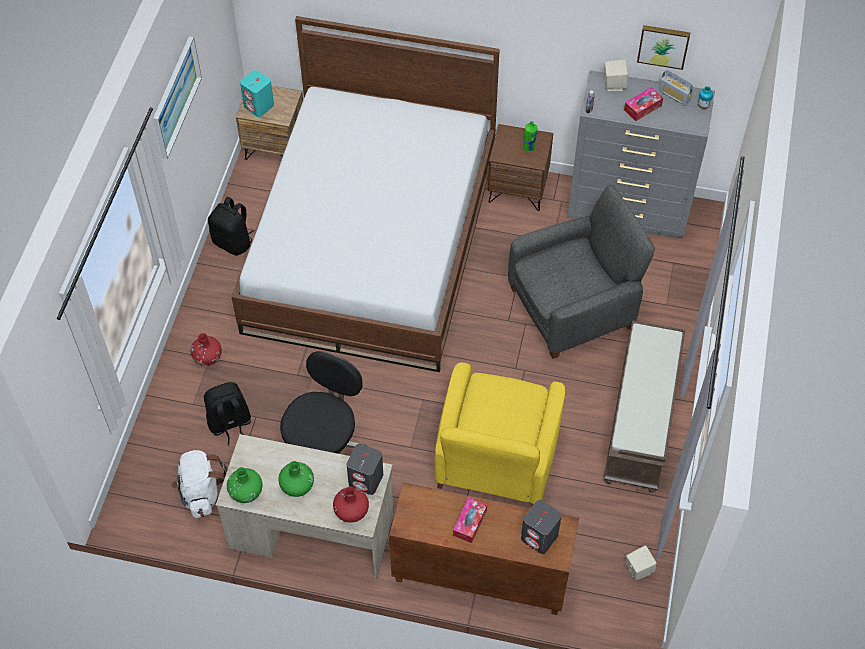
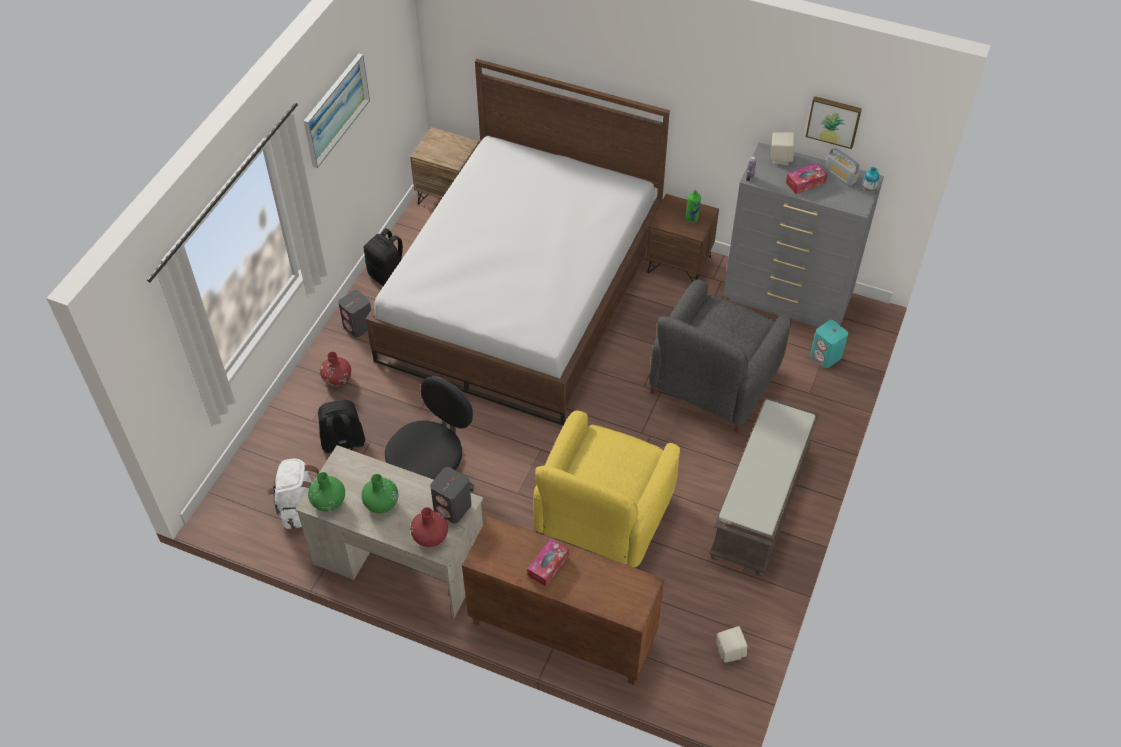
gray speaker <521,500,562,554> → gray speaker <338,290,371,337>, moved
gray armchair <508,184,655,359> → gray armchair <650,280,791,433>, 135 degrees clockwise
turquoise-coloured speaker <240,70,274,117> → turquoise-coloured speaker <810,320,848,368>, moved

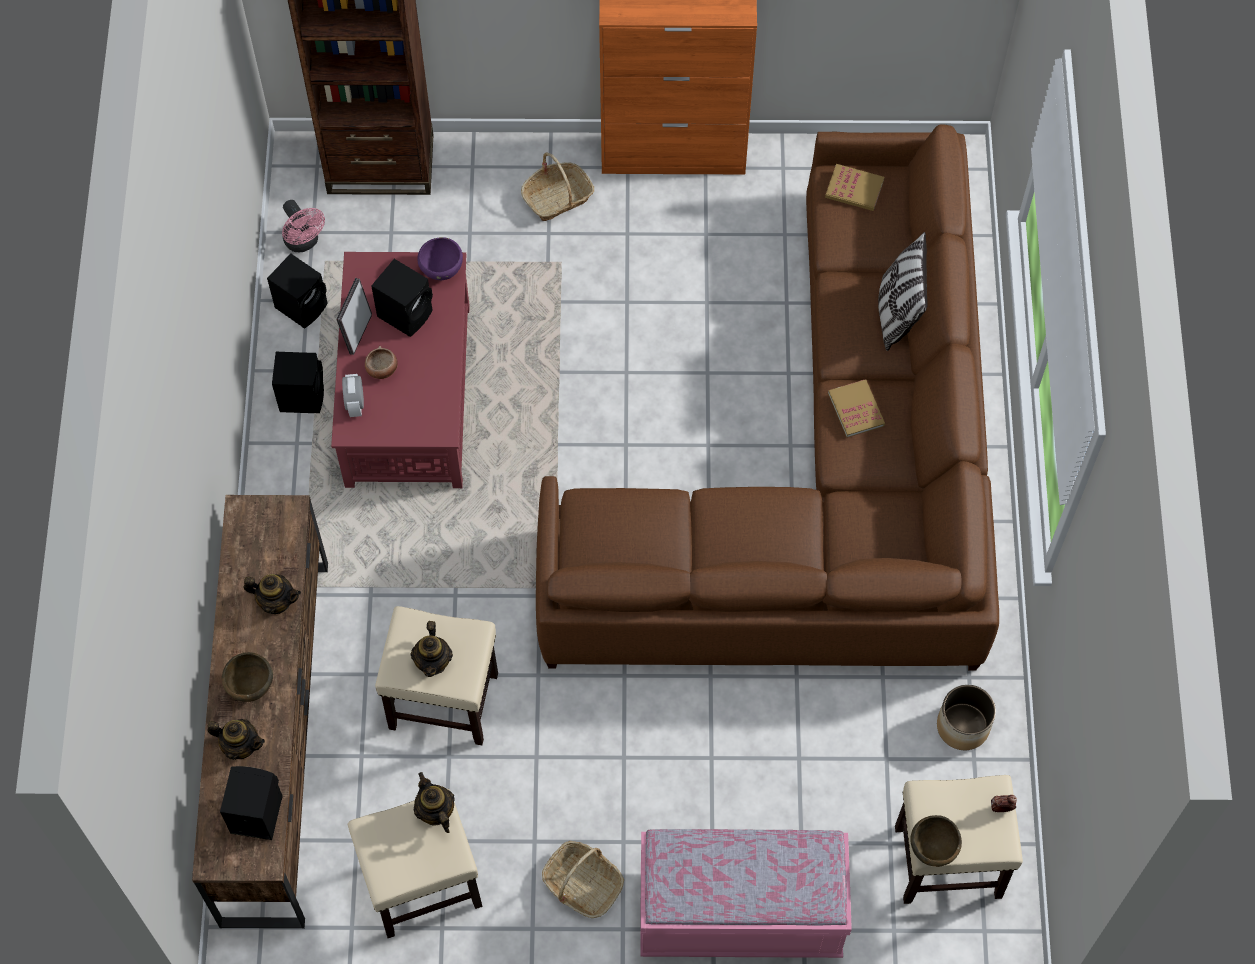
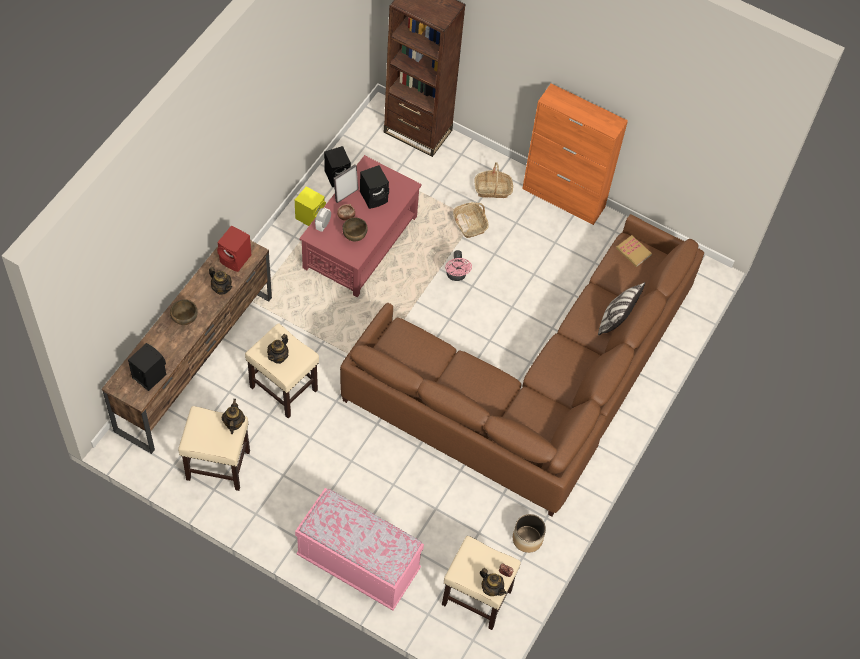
- → red-coloured speaker <217,225,251,272>
black speaker <272,352,324,413> → yellow speaker <295,186,326,226>
brown bowl <910,815,962,867> → brown bowl <342,218,368,241>, moved
pinkish electric fan <282,200,325,252> → pinkish electric fan <445,250,472,281>, moved
storage basket <542,841,624,918> → storage basket <453,202,489,238>, moved
pot for tea <208,719,265,760> → pot for tea <480,568,507,596>, moved
purple-coloured bowl <417,237,463,280> → -
bound book <828,380,885,438> → -

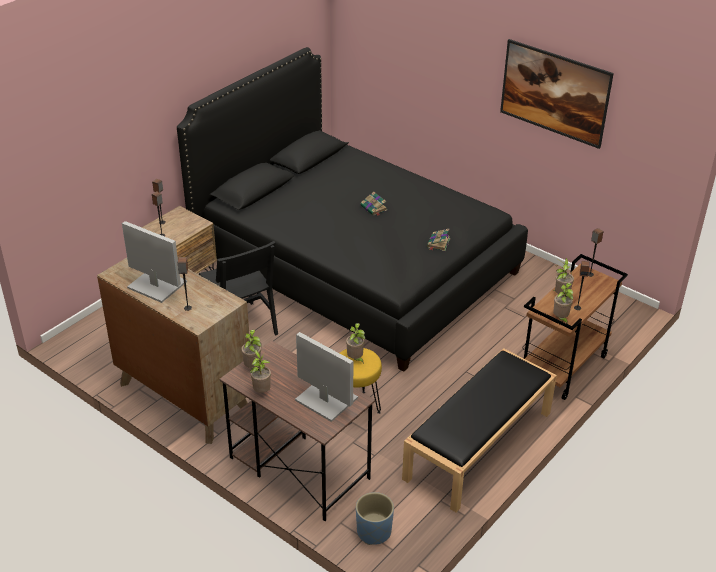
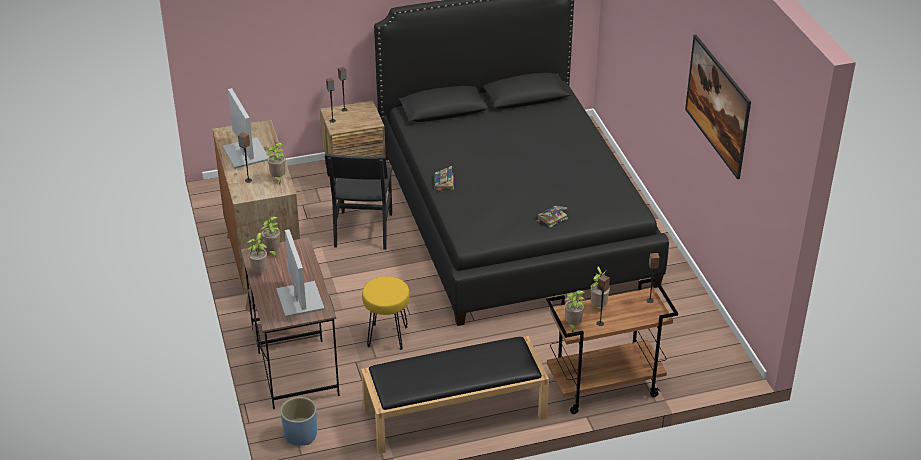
potted plant <346,323,365,364> → potted plant <267,143,286,185>, moved
bound book <360,191,387,216> → bound book <434,166,455,191>, moved

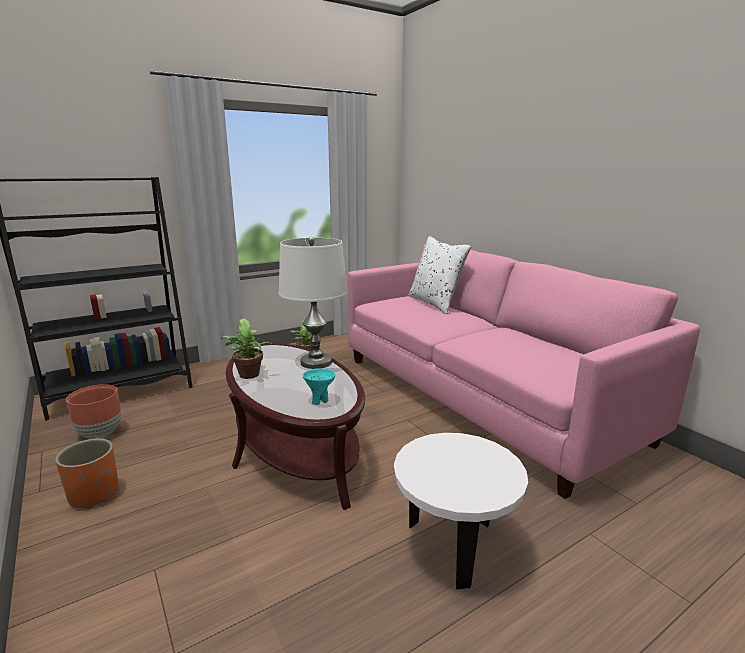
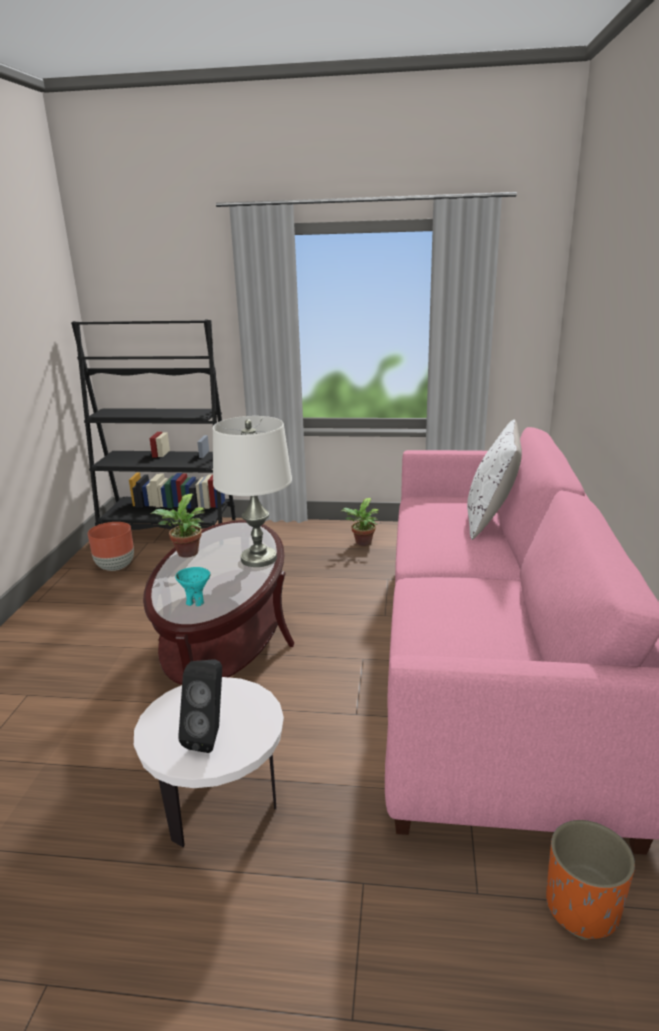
- → black speaker <178,659,222,753>
orangey flower pot <55,438,119,509> → orangey flower pot <546,820,635,940>, moved

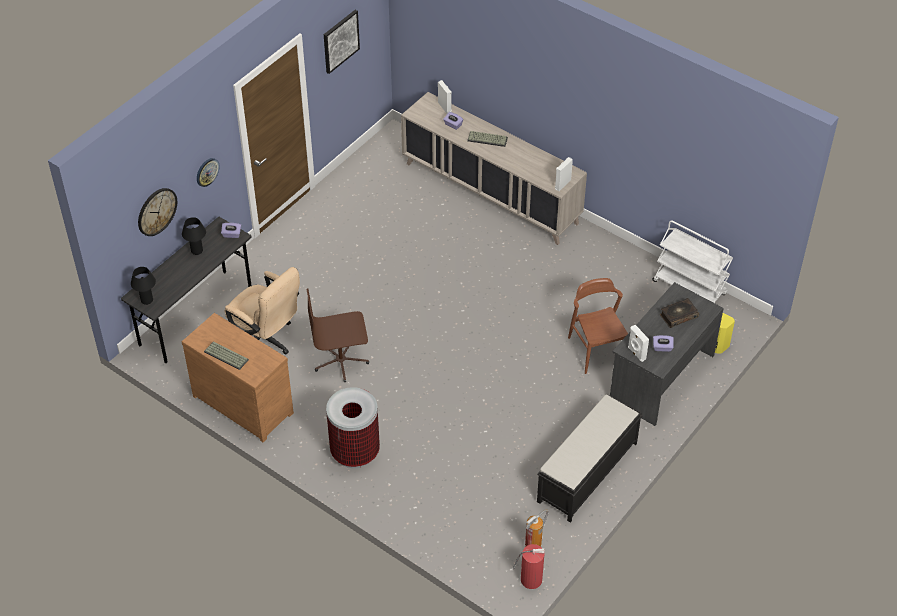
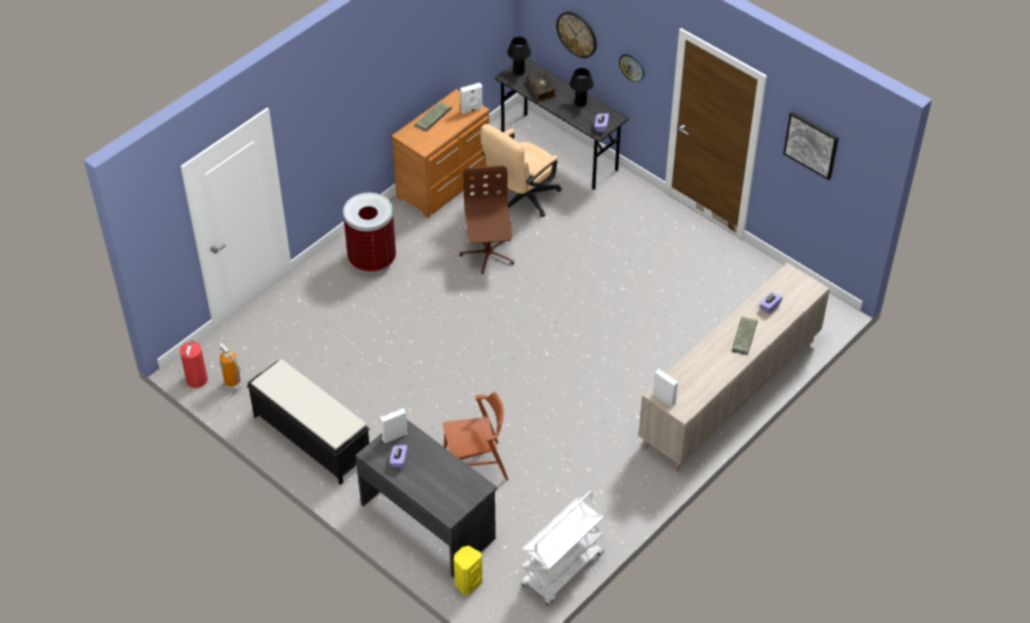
white-coloured speaker <438,80,452,114> → white-coloured speaker <460,83,483,114>, moved
bound book <660,298,699,328> → bound book <527,70,557,101>, moved

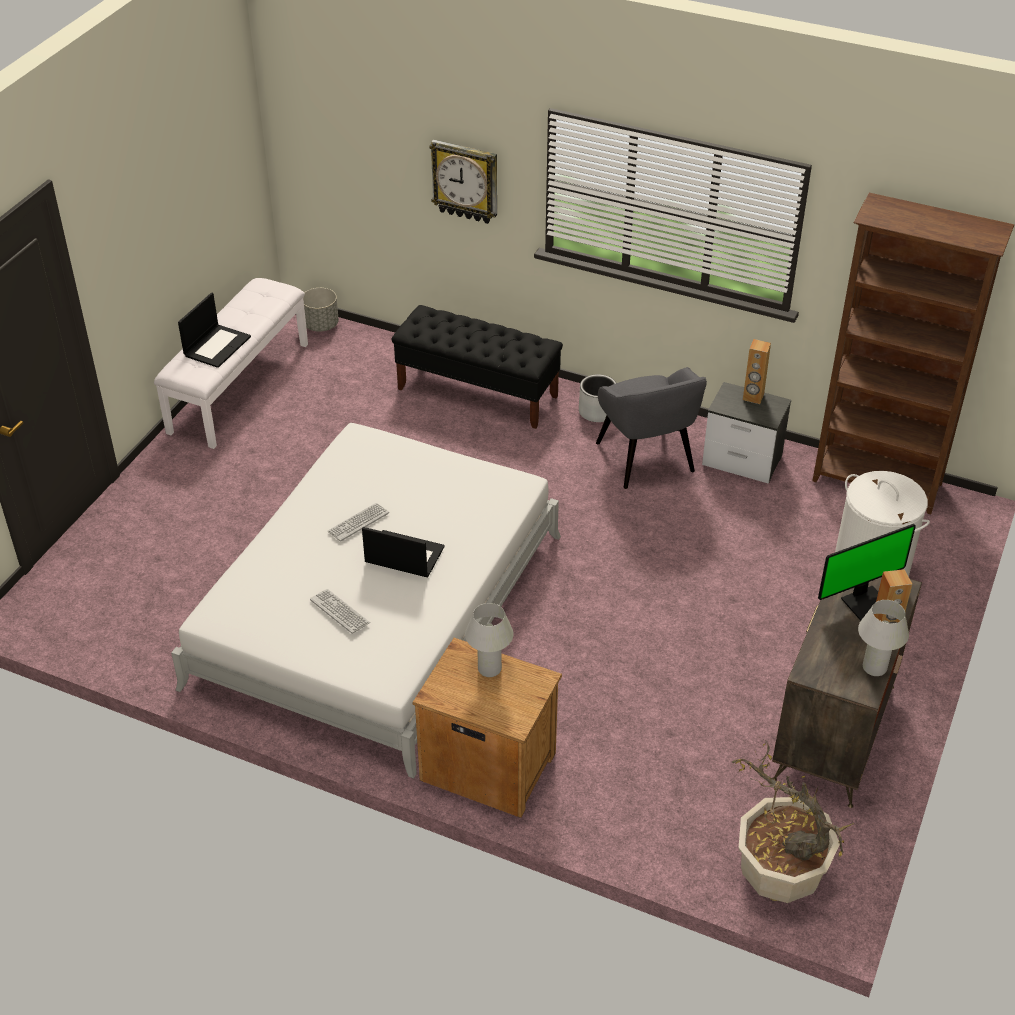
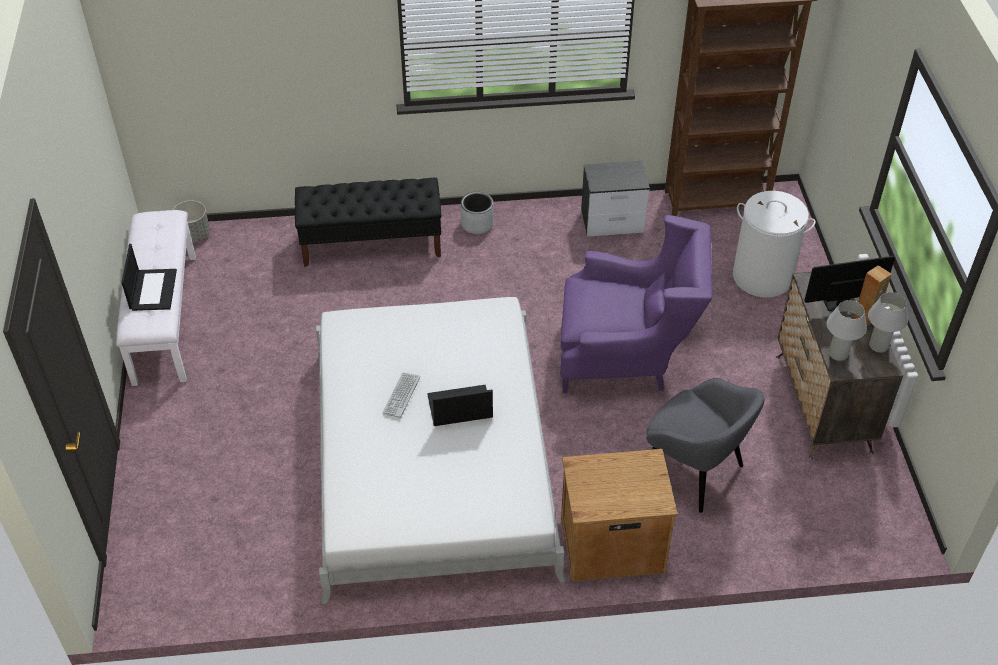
- → purple-coloured armchair <560,215,712,393>
gray armchair <596,367,707,489> → gray armchair <646,378,765,513>, moved
computer screen <818,524,916,621> → computer screen <804,256,895,311>, 135 degrees counterclockwise
white-coloured tabletop lamp <465,603,514,677> → white-coloured tabletop lamp <827,300,867,361>, moved
keyboard <310,589,370,634> → -
wall clock <429,139,497,224> → -
potted plant <732,737,854,903> → -
brown speaker <743,339,771,404> → -

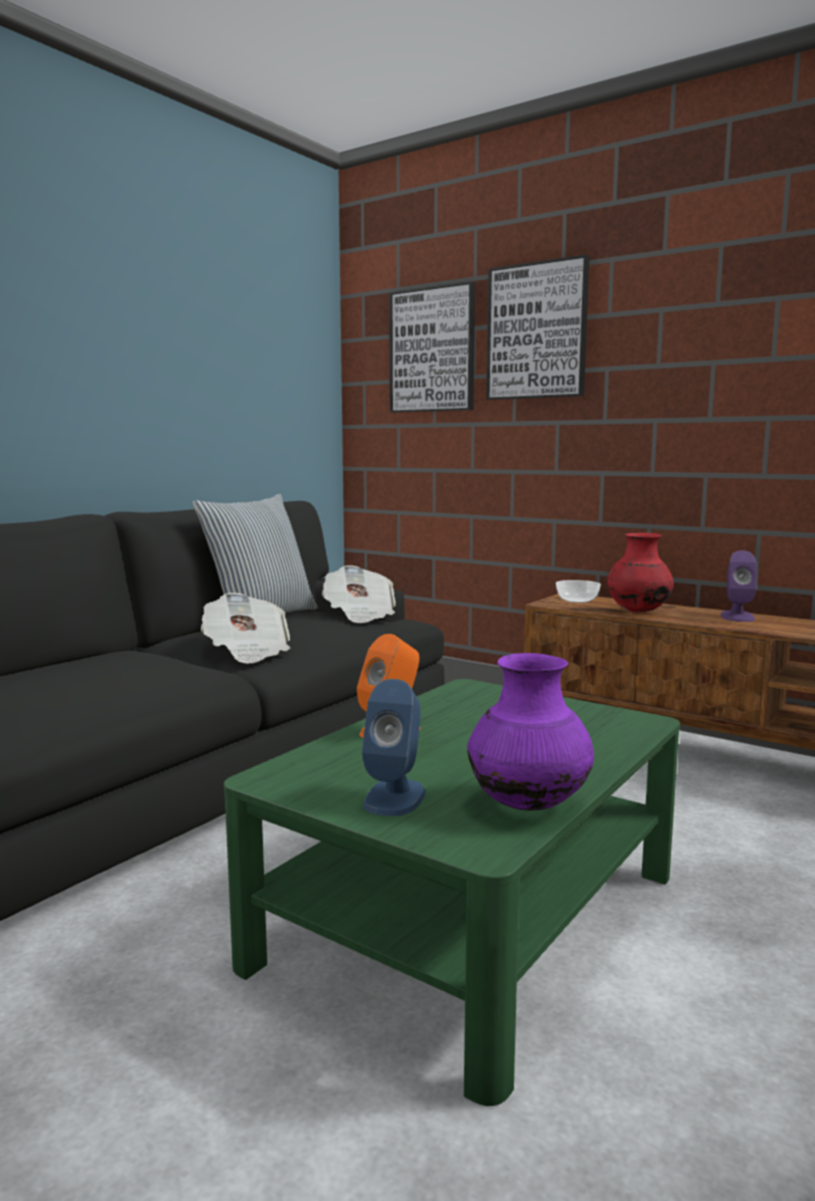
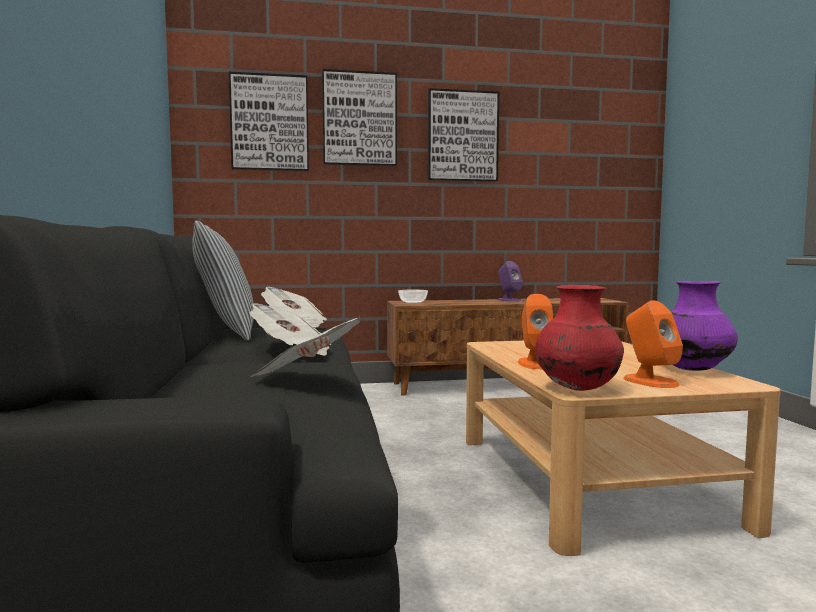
- → daily paper <251,317,360,377>
- → wall art <428,88,499,182>
greenish coffee table <224,679,680,1106> → sand-coloured coffee table <466,341,781,556>
red-coloured flower vase <607,533,673,612> → red-coloured flower vase <535,285,624,391>, moved
bluish speaker <362,679,425,816> → orangey speaker <623,300,683,388>

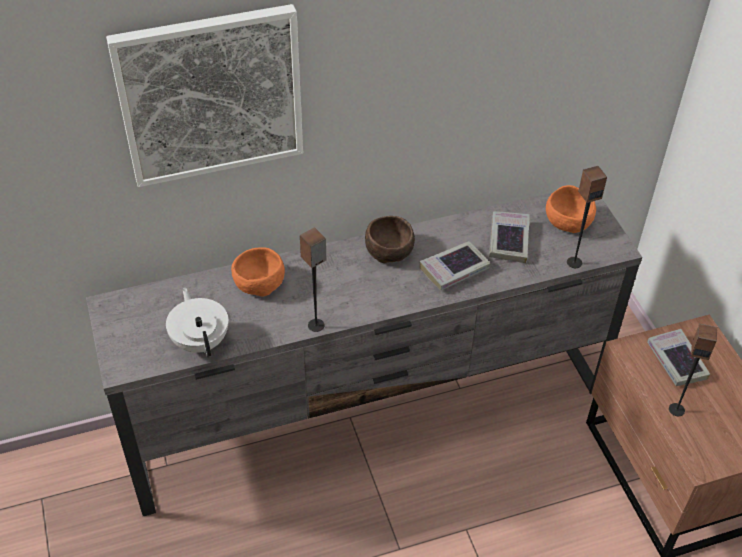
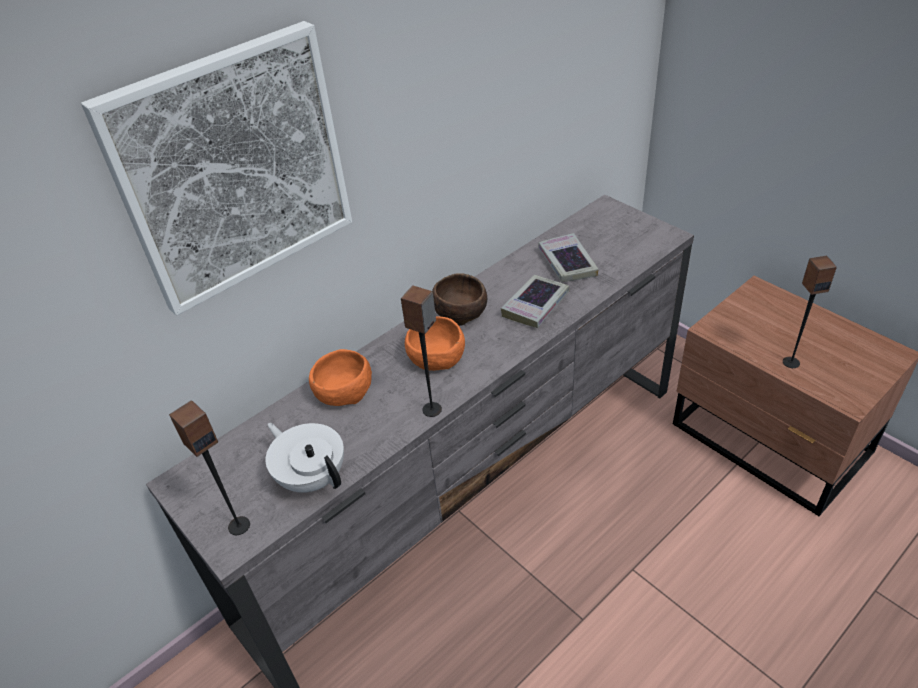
speaker <567,166,607,268> → speaker <169,400,250,535>, moved
orangey bowl <546,185,596,233> → orangey bowl <405,316,465,371>, moved
bound book <647,329,710,386> → -

